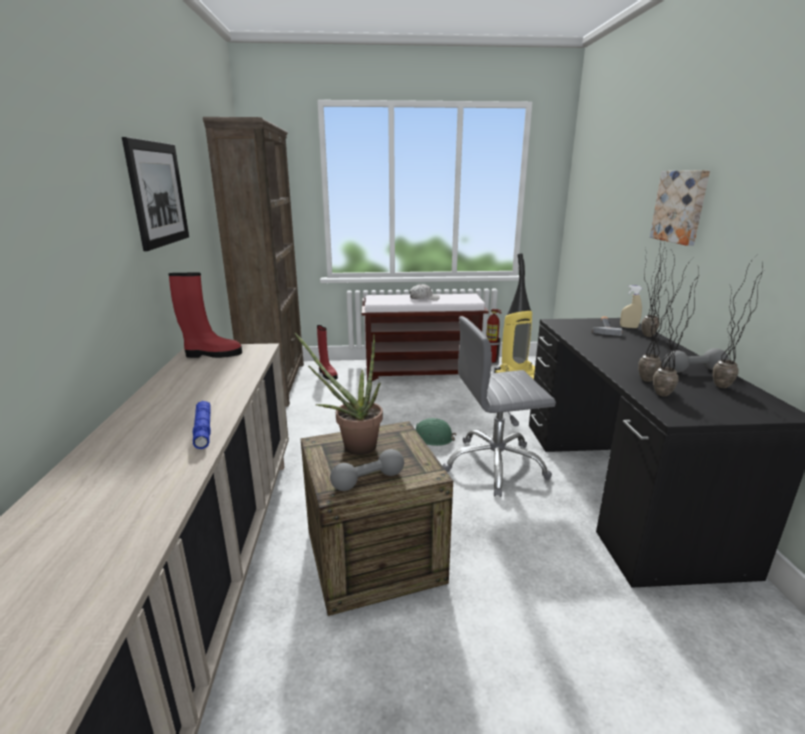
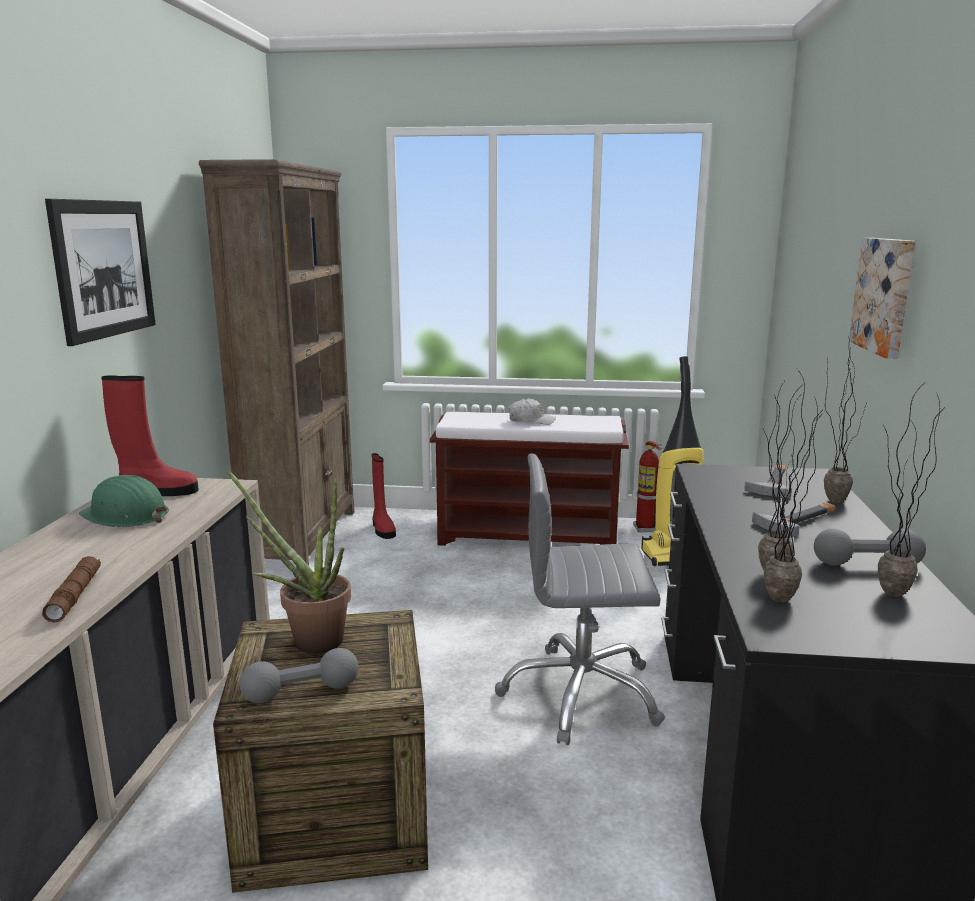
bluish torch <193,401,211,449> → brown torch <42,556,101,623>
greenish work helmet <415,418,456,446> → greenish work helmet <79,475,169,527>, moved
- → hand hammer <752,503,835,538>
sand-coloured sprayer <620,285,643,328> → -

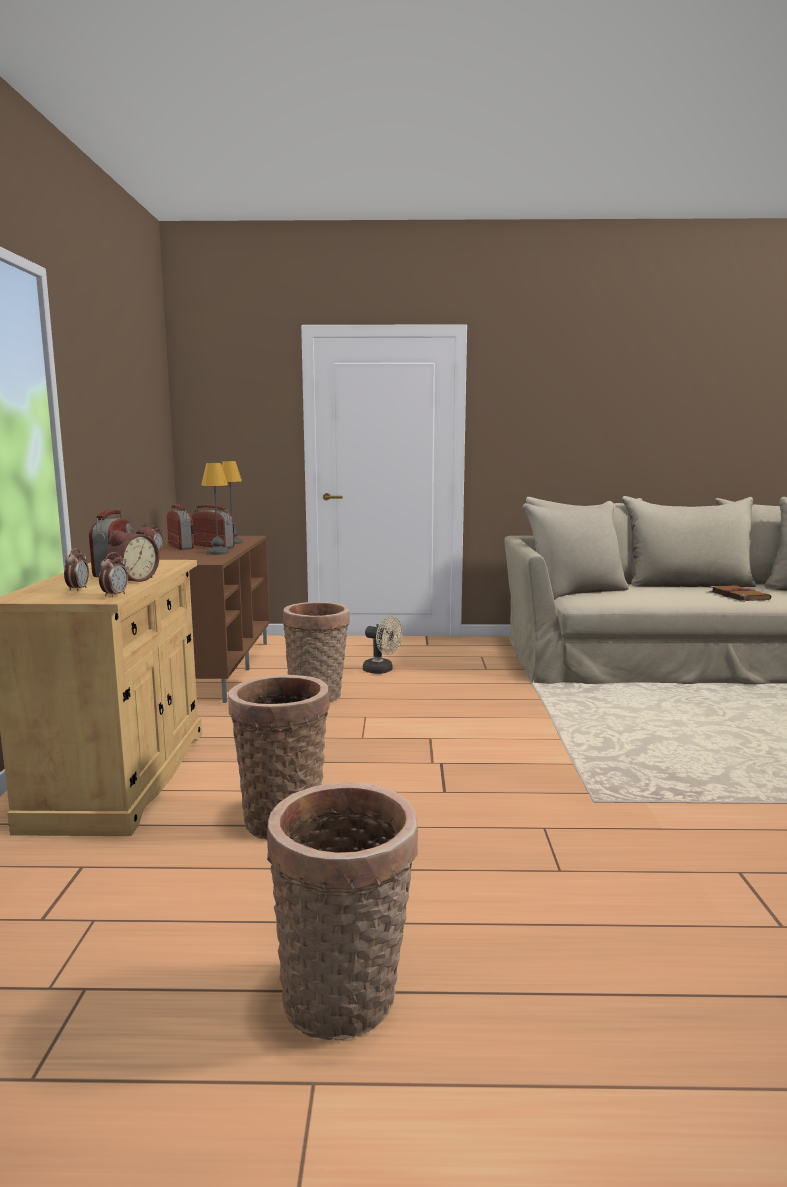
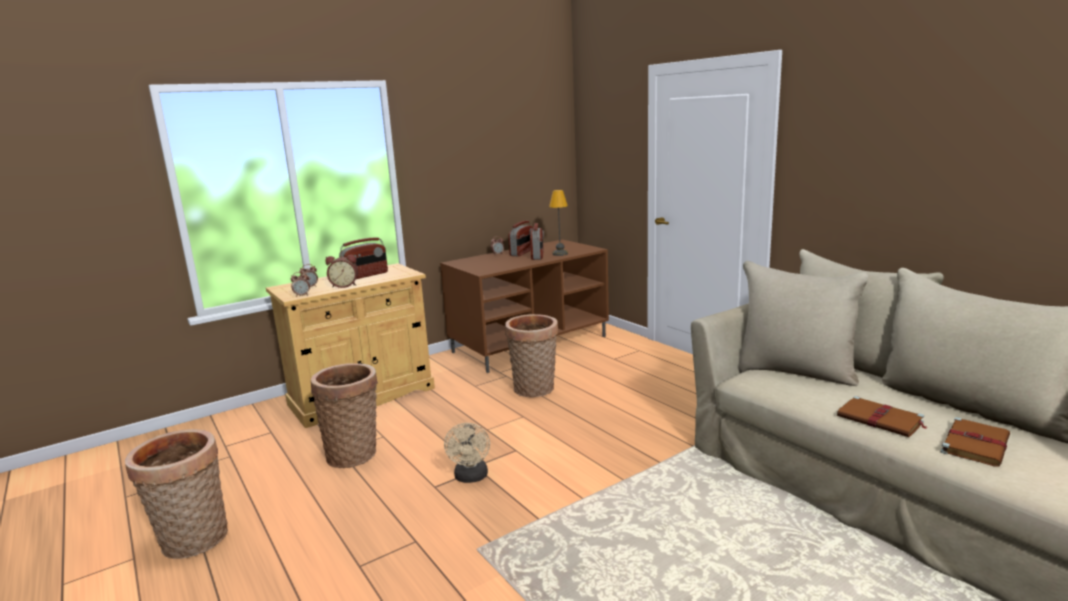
sand-coloured electric fan <363,616,403,674> → sand-coloured electric fan <444,423,490,483>, moved
- → brown bound book <837,396,926,437>
tabletop lamp <201,463,229,555> → -

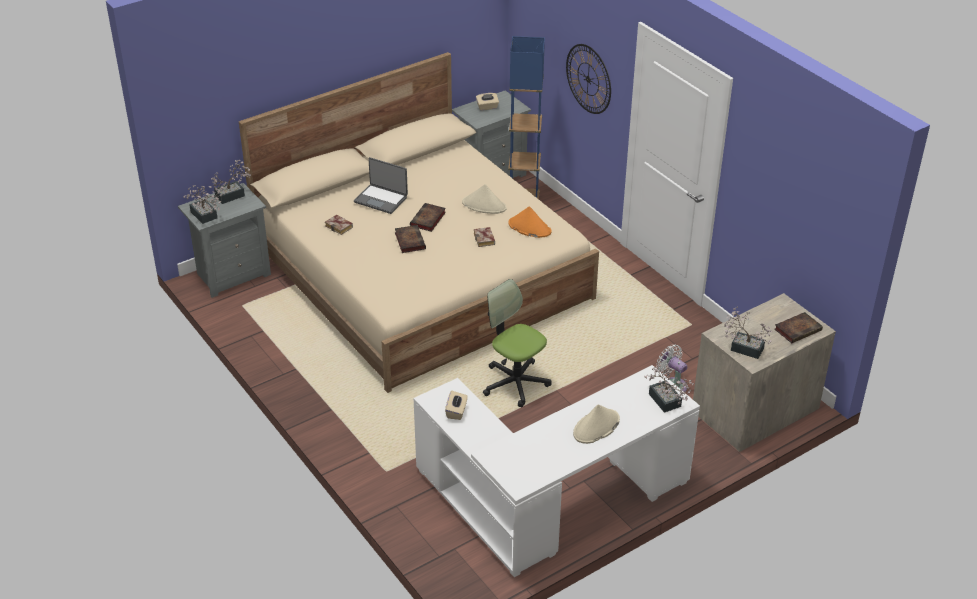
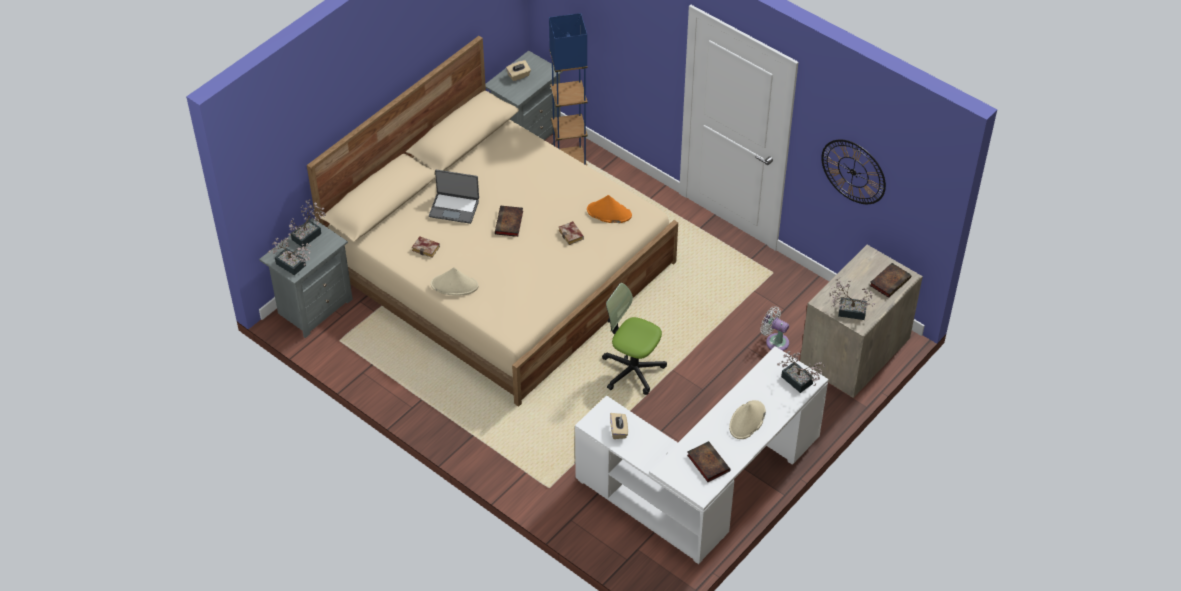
sand-coloured hat <462,184,507,214> → sand-coloured hat <431,267,479,296>, moved
bound book <395,225,426,253> → bound book <687,441,730,482>, moved
wall clock <566,44,611,114> → wall clock <821,139,886,204>, moved

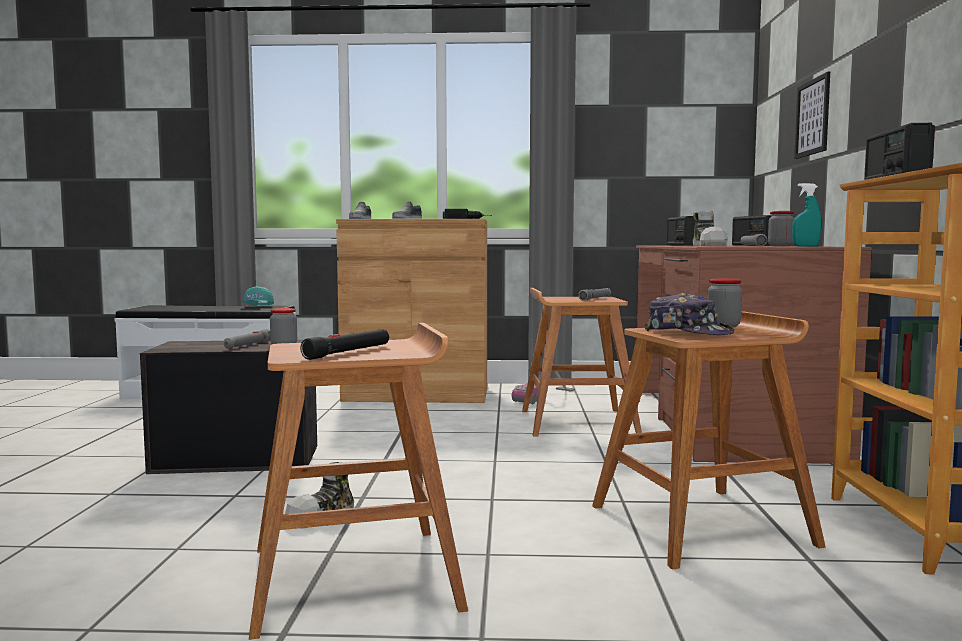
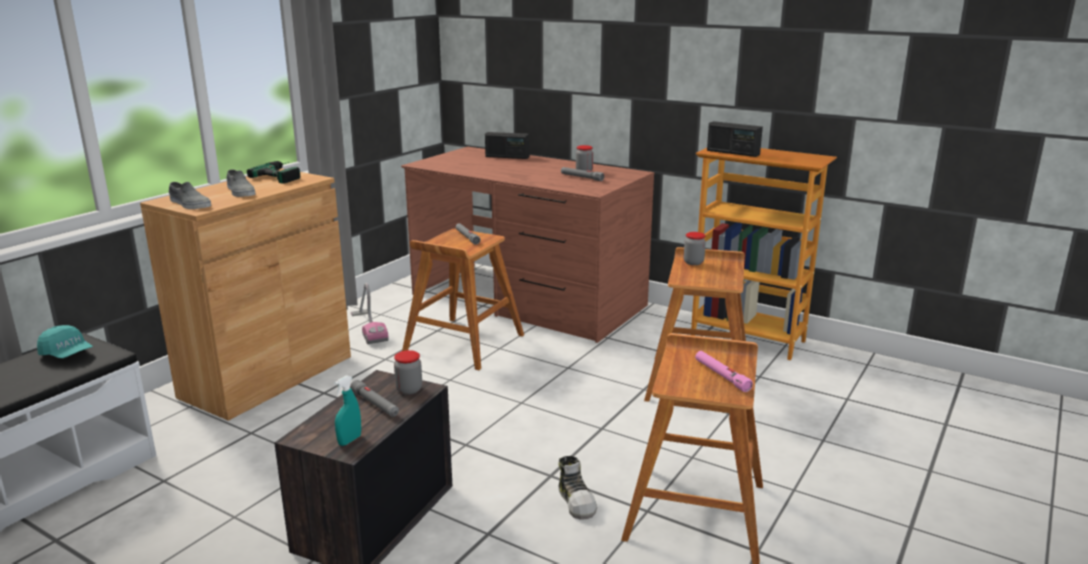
turquoise-coloured sprayer <792,183,821,246> → turquoise-coloured sprayer <334,375,361,446>, moved
black torch <300,329,389,360> → pinkish torch <695,351,753,392>
peaked cap <645,293,734,335> → -
radio receiver <667,216,695,246> → -
shoe <693,211,728,246> → -
wall art <794,72,830,159> → -

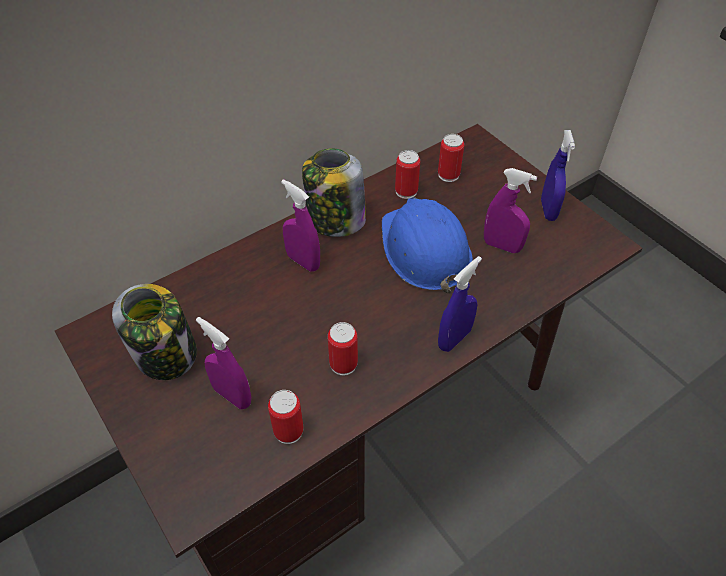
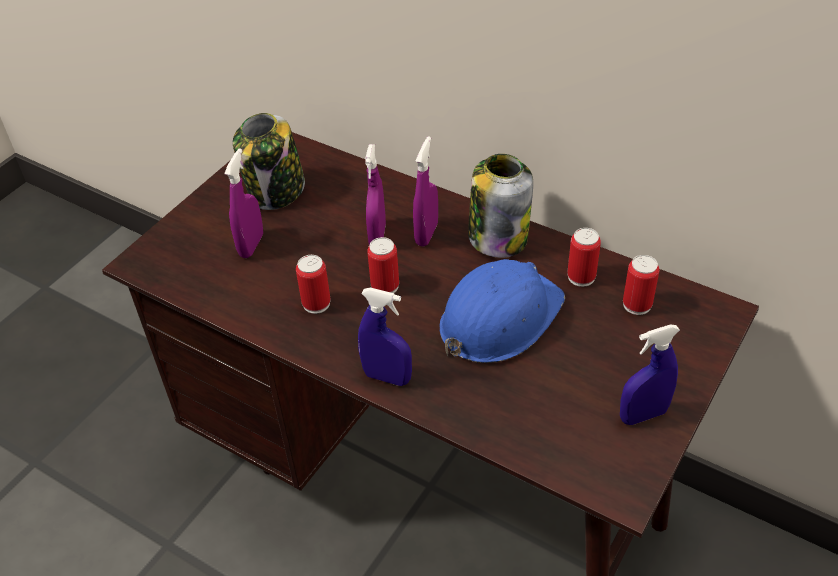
purple-coloured sprayer <484,168,537,253> → purple-coloured sprayer <365,144,386,245>, moved
metal can <268,390,304,444> → metal can <367,237,399,293>, moved

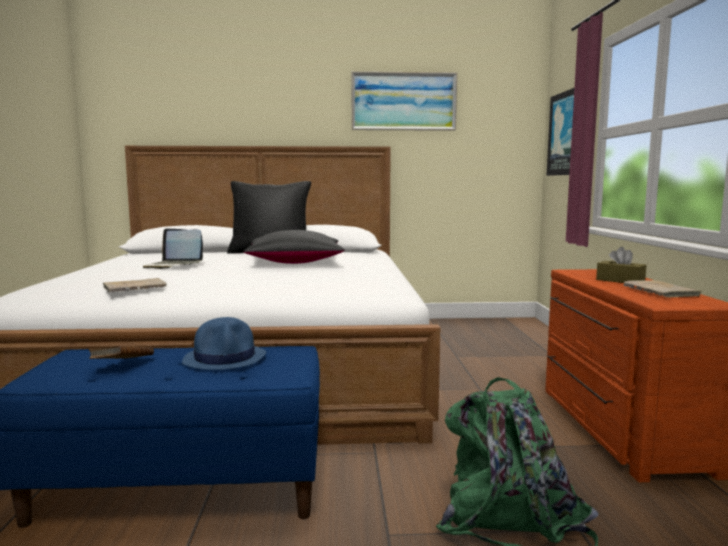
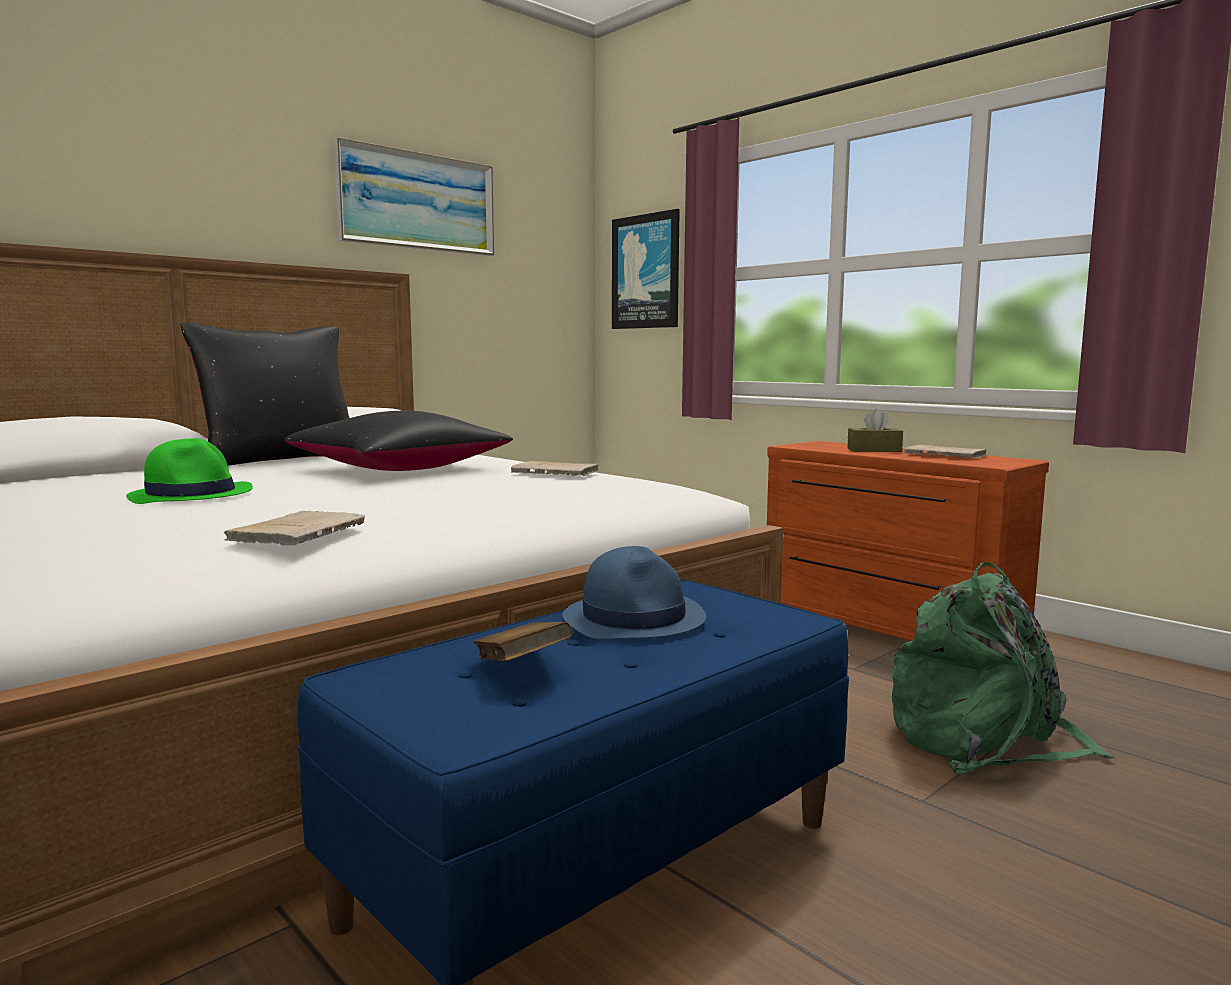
notebook computer <143,228,203,269> → greenish hat <126,438,253,504>
- → sand-coloured bound book <511,461,600,476>

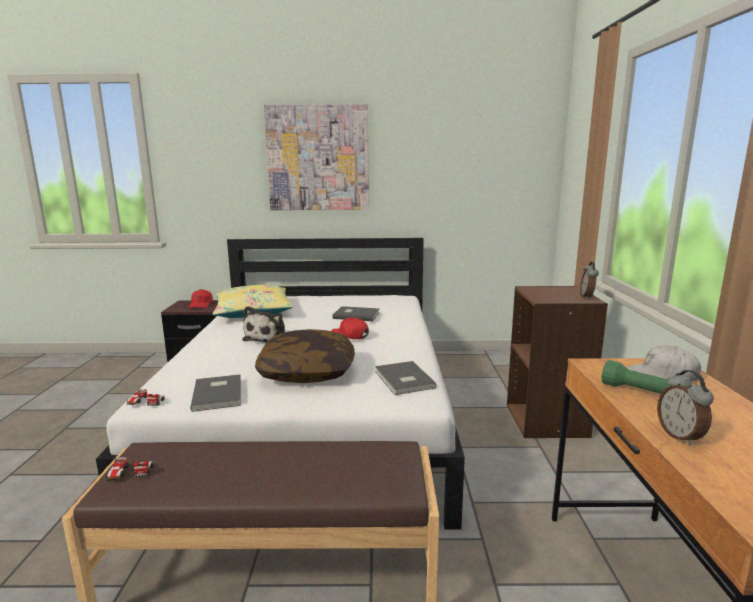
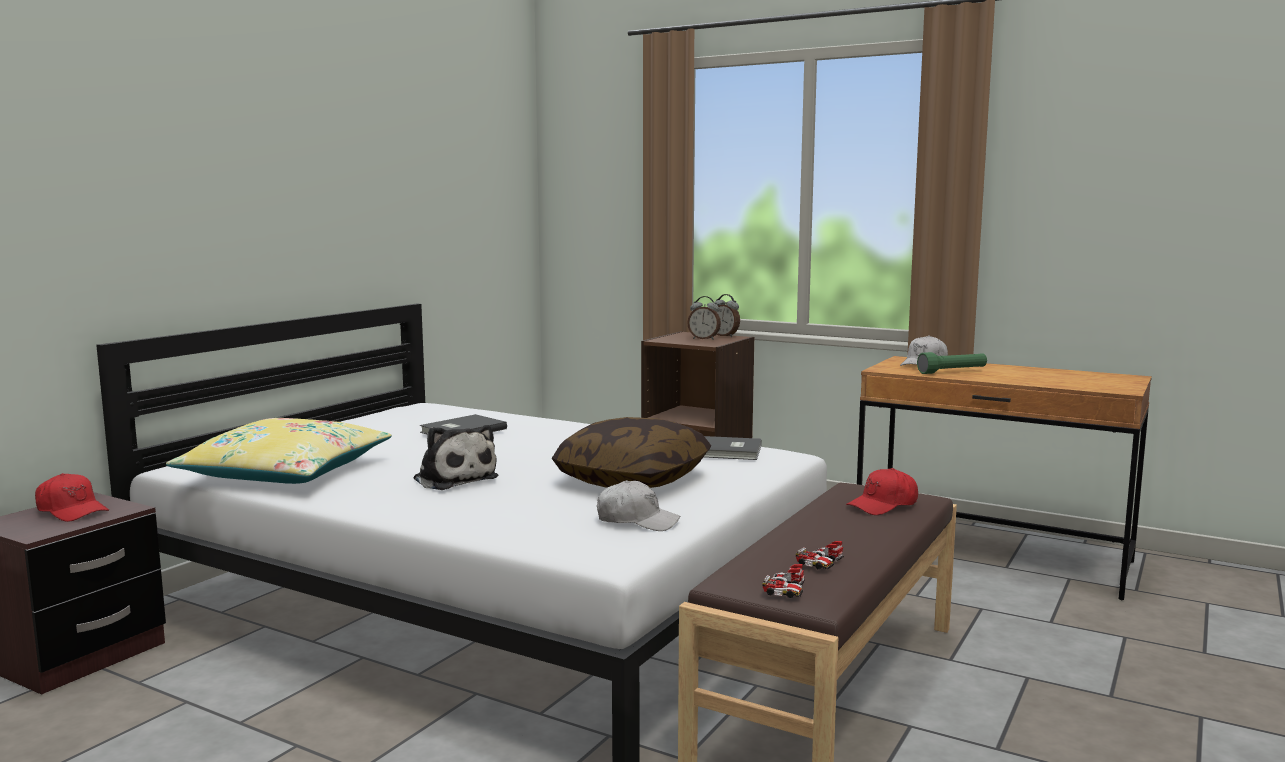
gray bound book <190,374,241,412> → white-coloured peaked cap <597,480,681,531>
bedside clock <657,370,714,446> → bedside clock <687,296,721,340>, moved
toy car <127,389,165,406> → toy car <796,541,844,569>, moved
red-coloured peaked cap <331,317,369,339> → red-coloured peaked cap <846,468,918,515>, moved
wall art <264,104,369,210> → -

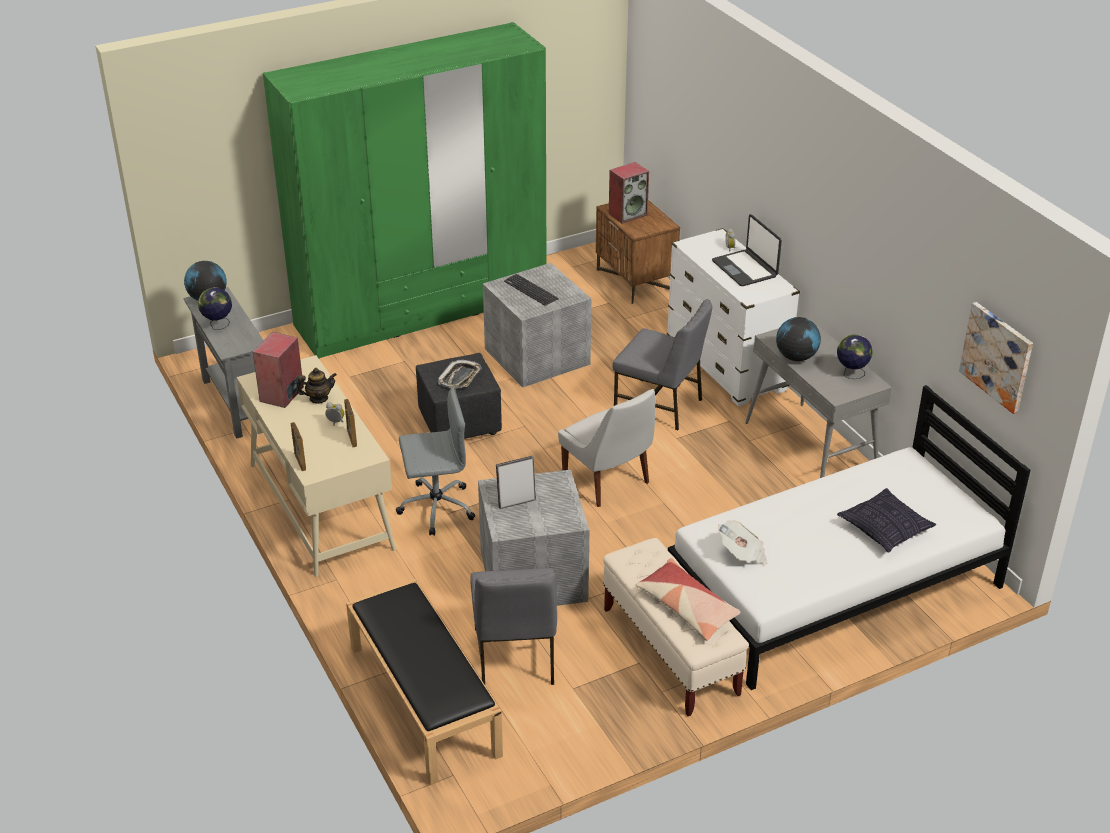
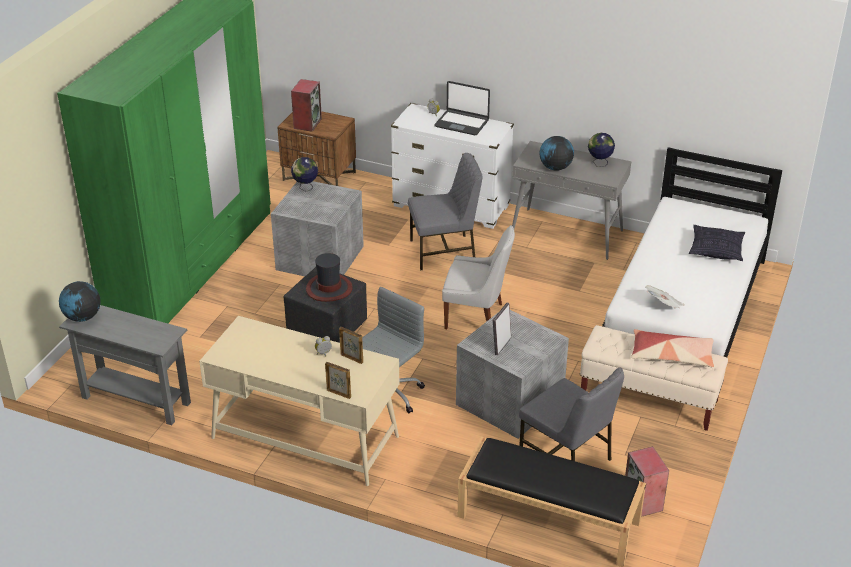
desk globe <198,287,232,330> → desk globe <291,157,318,192>, moved
tray <437,360,482,388> → hat <306,253,353,302>
speaker <253,332,304,408> → speaker <625,446,669,517>, moved
pot for tea <297,368,337,404> → -
keyboard <504,274,559,306> → -
wall art <959,302,1033,414> → -

